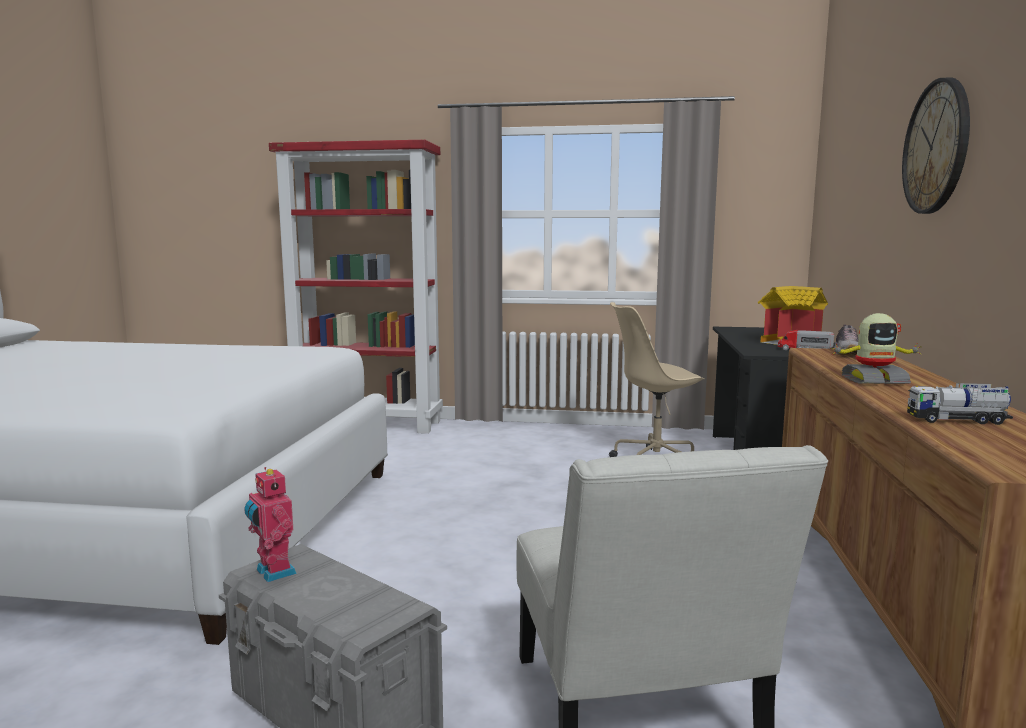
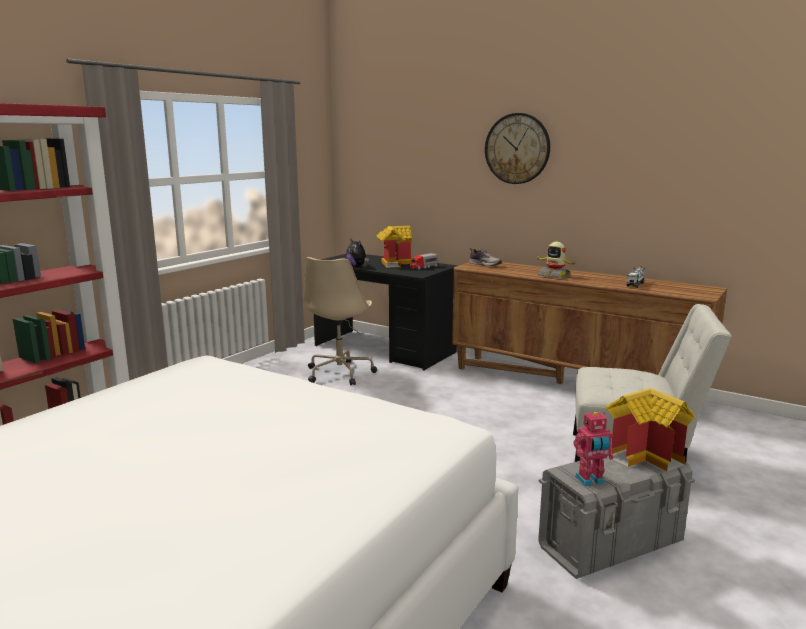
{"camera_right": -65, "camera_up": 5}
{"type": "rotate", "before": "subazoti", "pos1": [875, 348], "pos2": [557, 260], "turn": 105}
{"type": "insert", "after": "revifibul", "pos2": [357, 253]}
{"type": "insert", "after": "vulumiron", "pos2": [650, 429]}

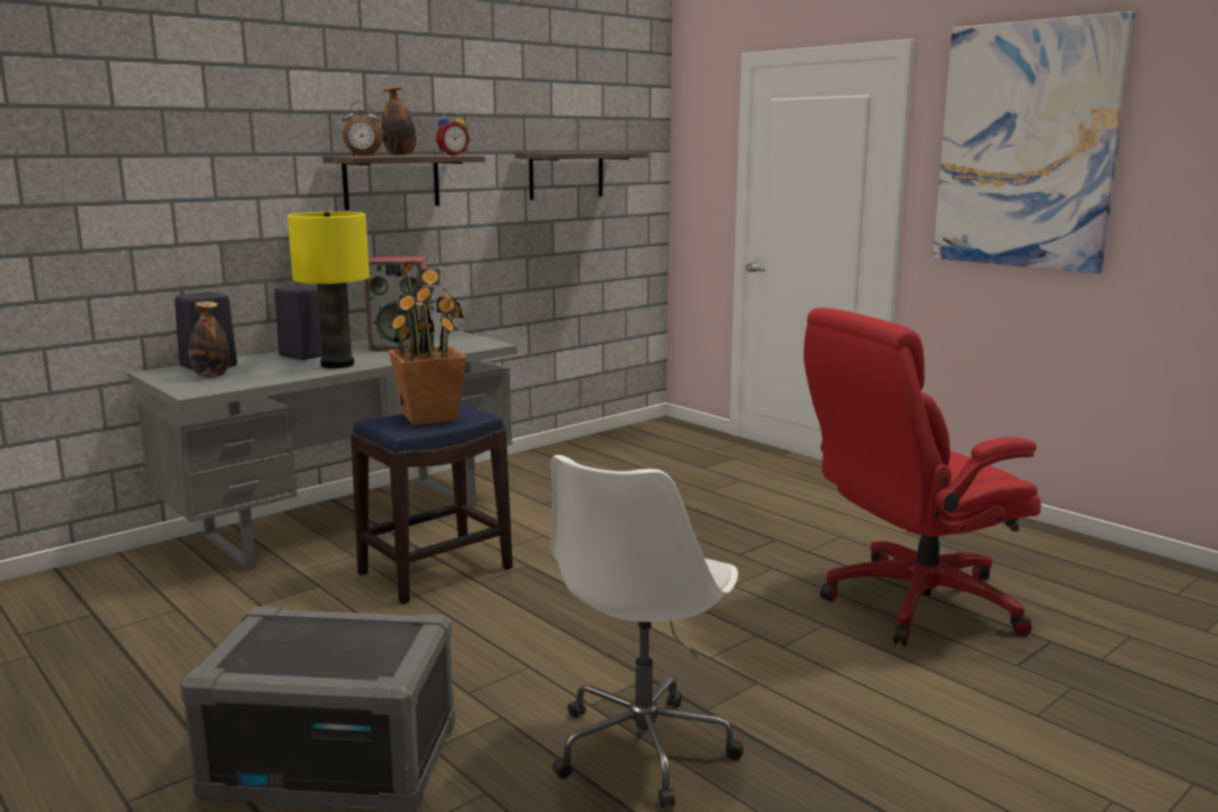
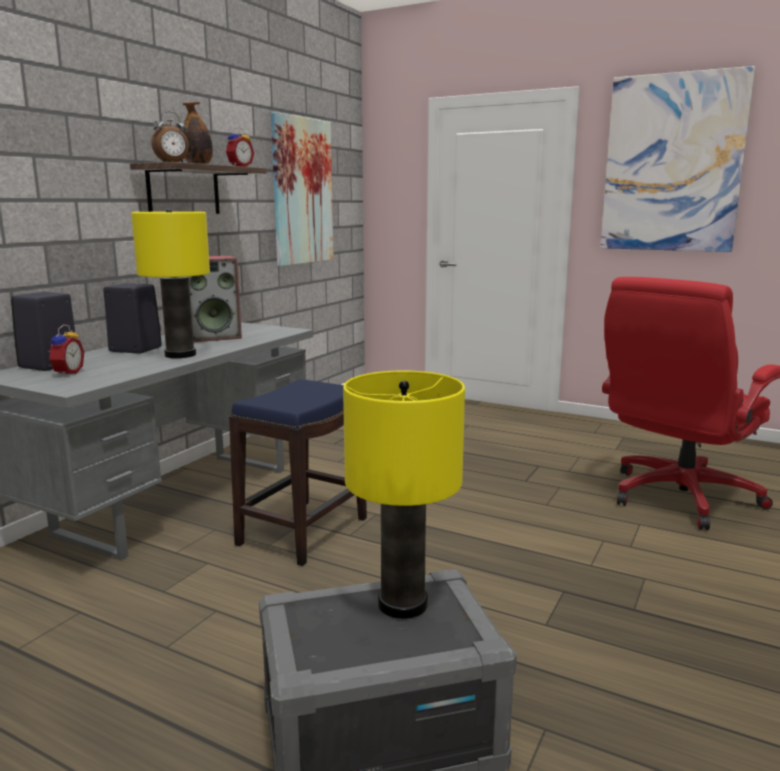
{"camera_right": -20, "camera_up": 0}
{"type": "replace", "before": "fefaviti", "after": "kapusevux", "pos1": [209, 339], "pos2": [65, 350]}
{"type": "delete", "before": "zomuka", "pos1": [427, 343]}
{"type": "replace", "before": "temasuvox", "after": "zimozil", "pos1": [581, 176], "pos2": [302, 189]}
{"type": "delete", "before": "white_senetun", "pos1": [647, 631]}
{"type": "insert", "after": "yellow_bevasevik", "pos2": [404, 494]}

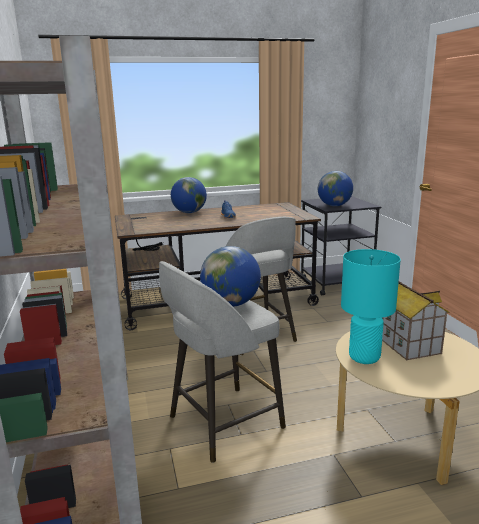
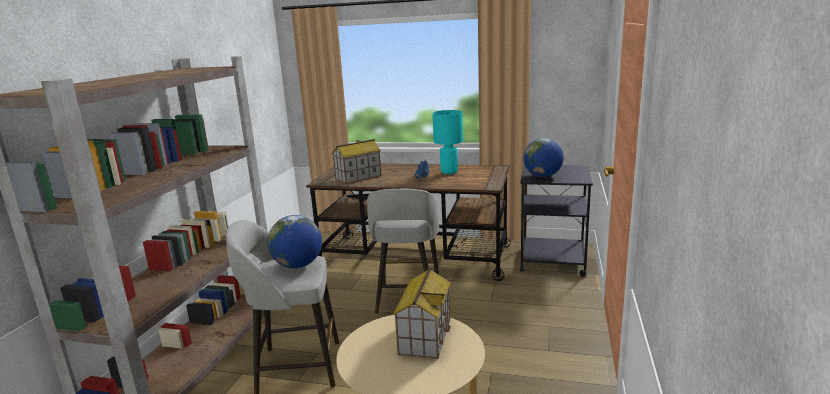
{"camera_right": 30, "camera_up": 0}
{"type": "delete", "before": "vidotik", "pos1": [189, 195]}
{"type": "move", "before": "turquoise_bevasevik", "pos1": [371, 306], "pos2": [447, 142]}
{"type": "insert", "after": "vulumiron", "pos2": [356, 161]}

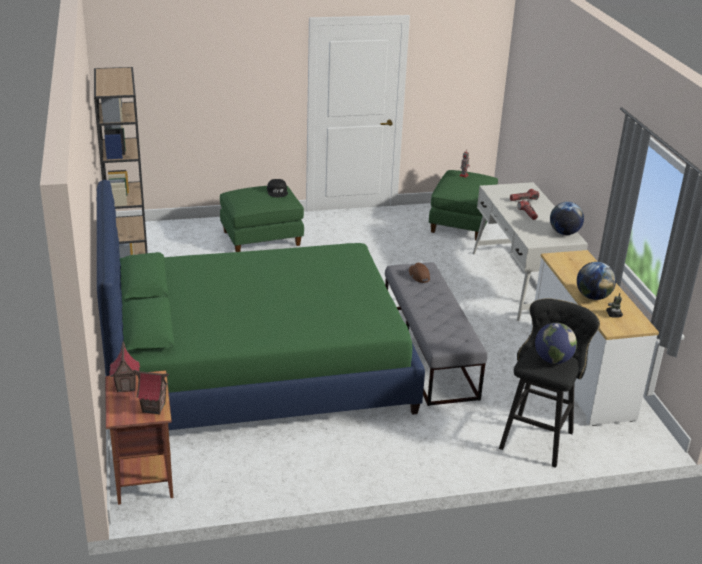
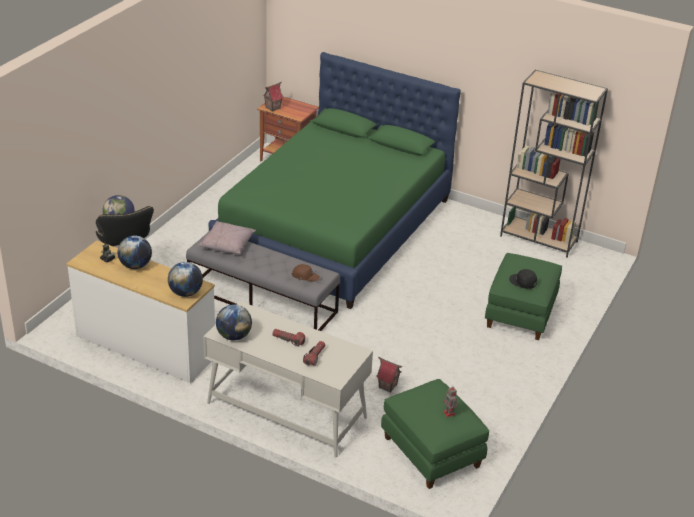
{"camera_right": 130, "camera_up": 5}
{"type": "move", "before": "vulumiron", "pos1": [124, 366], "pos2": [389, 375]}
{"type": "insert", "after": "vidotik", "pos2": [185, 279]}
{"type": "insert", "after": "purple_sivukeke", "pos2": [227, 237]}

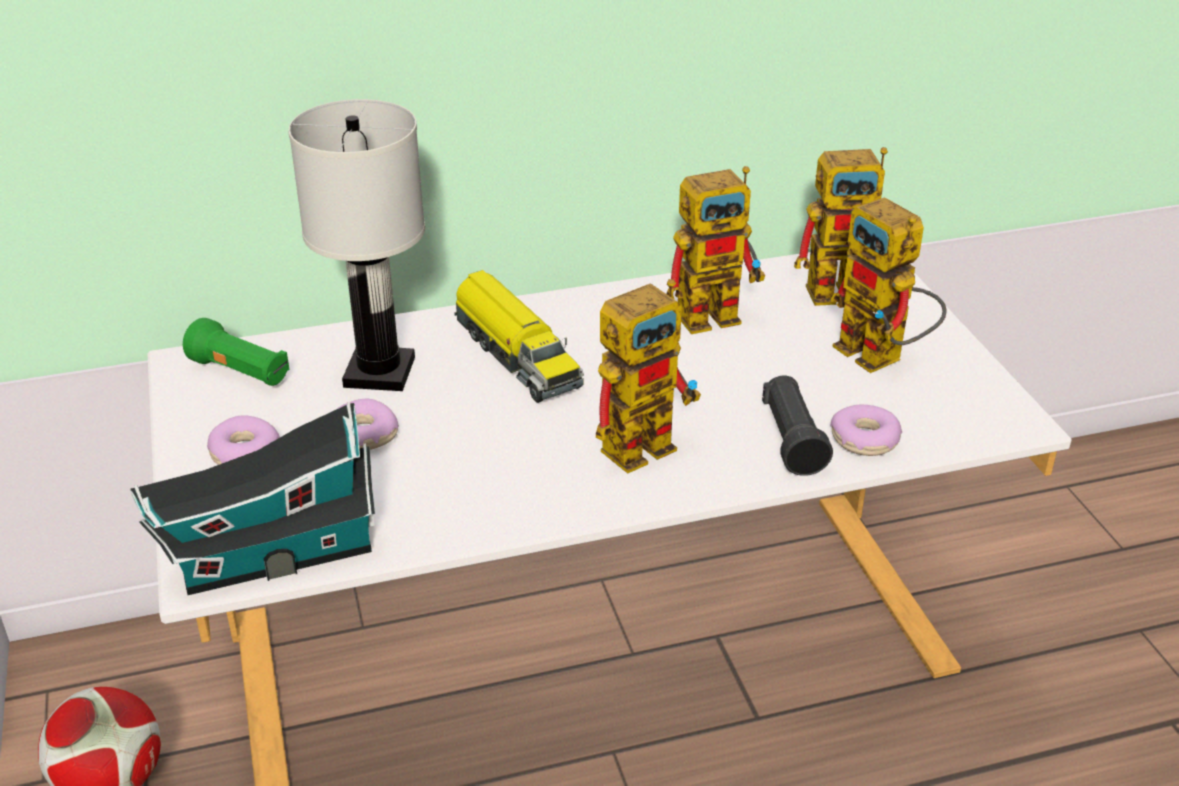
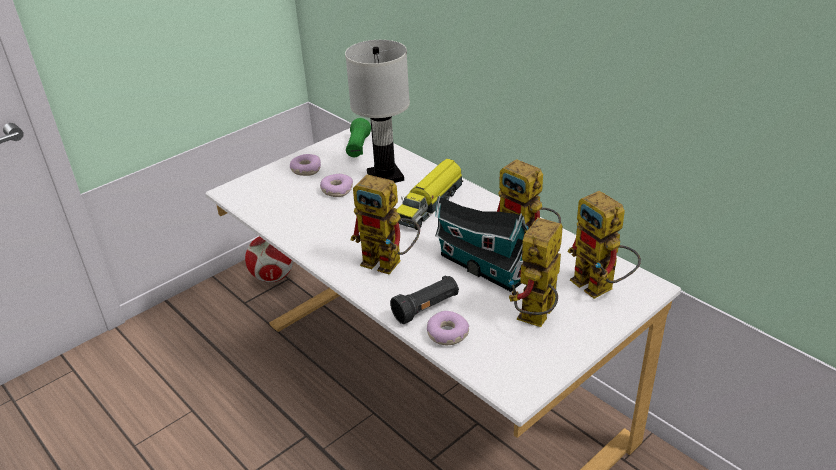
{"camera_right": 65, "camera_up": 0}
{"type": "move", "before": "vulumiron", "pos1": [252, 498], "pos2": [481, 244]}

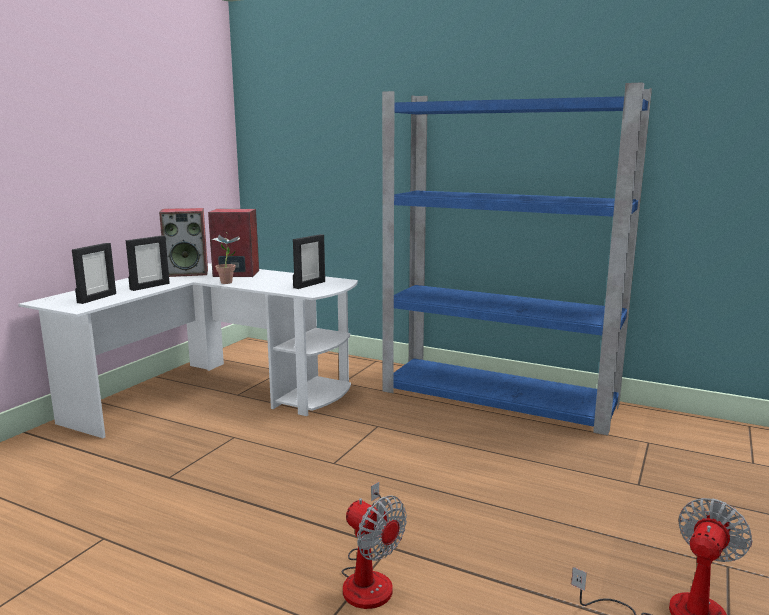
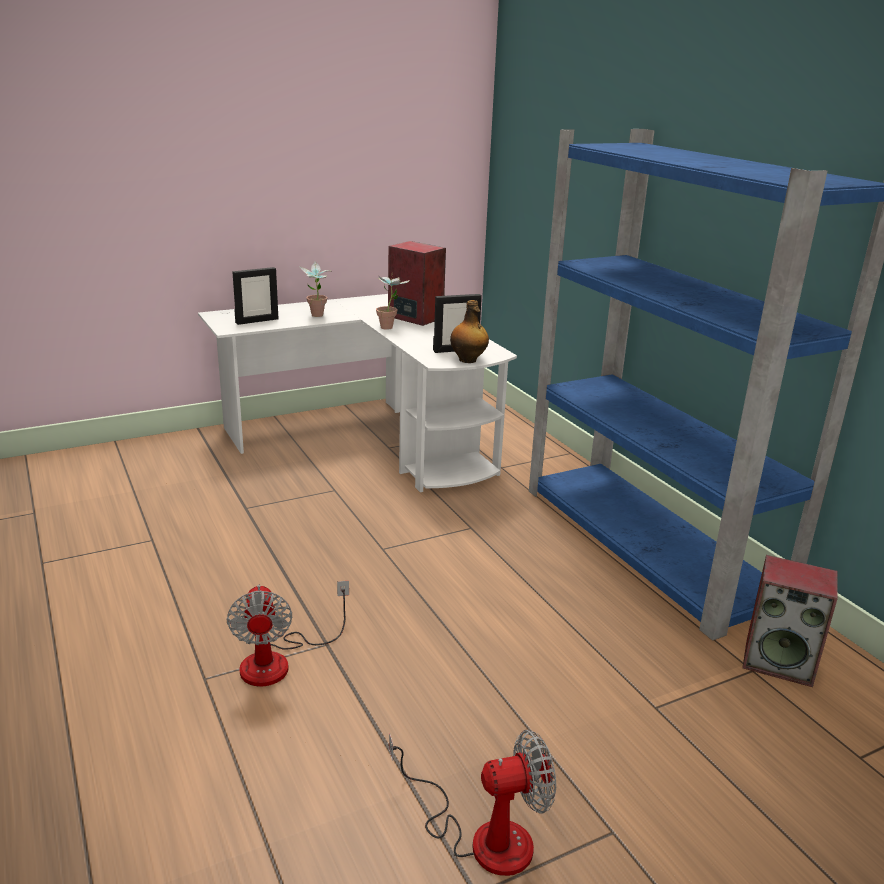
{"camera_right": 35, "camera_up": 10}
{"type": "replace", "before": "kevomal", "after": "zomuka", "pos1": [148, 263], "pos2": [316, 289]}
{"type": "move", "before": "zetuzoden", "pos1": [183, 242], "pos2": [790, 621]}
{"type": "insert", "after": "fefaviti", "pos2": [469, 331]}

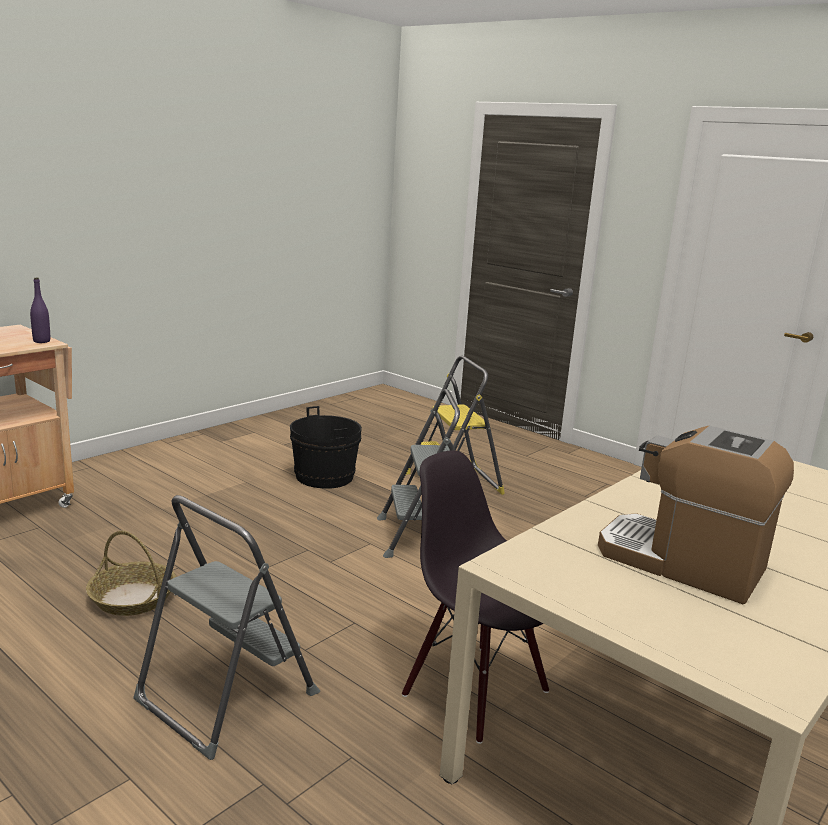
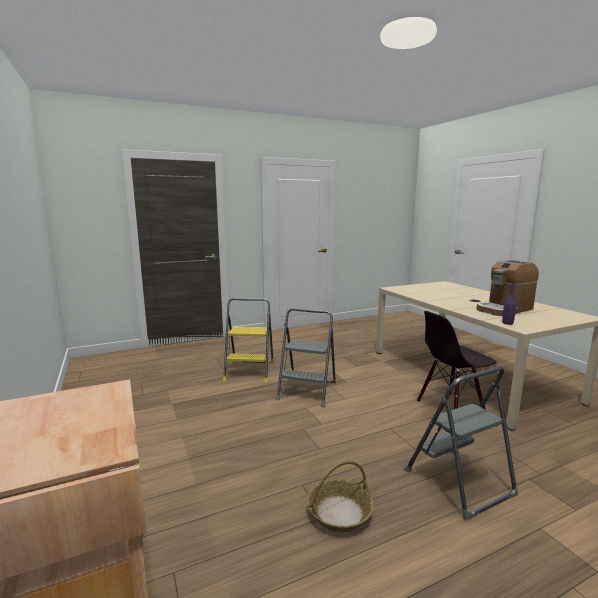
{"camera_right": -65, "camera_up": -5}
{"type": "move", "before": "purple_fefaviti", "pos1": [40, 310], "pos2": [509, 304]}
{"type": "delete", "before": "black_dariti", "pos1": [326, 447]}

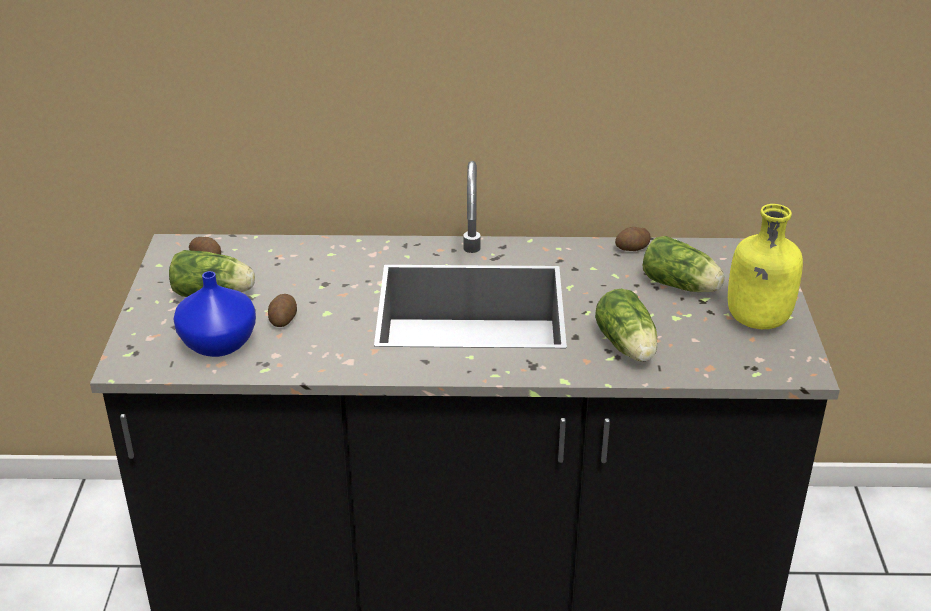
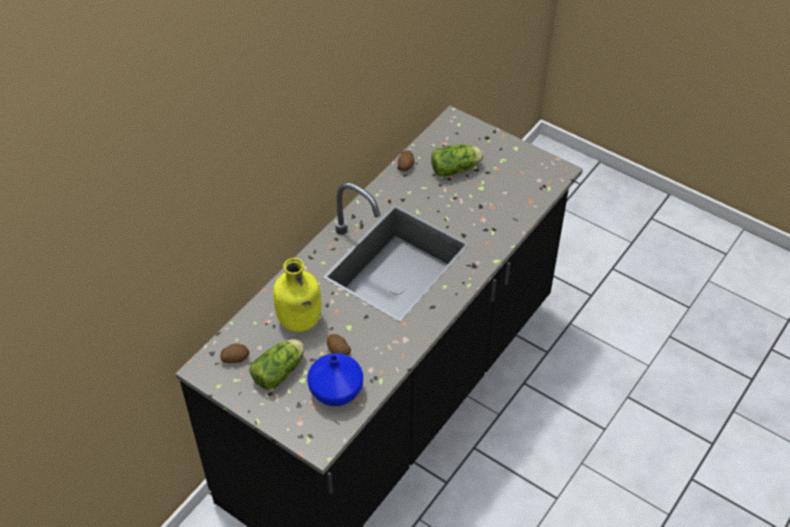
{"camera_right": -55, "camera_up": 15}
{"type": "delete", "before": "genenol", "pos1": [626, 325]}
{"type": "move", "before": "yellow_fefaviti", "pos1": [765, 266], "pos2": [297, 295]}

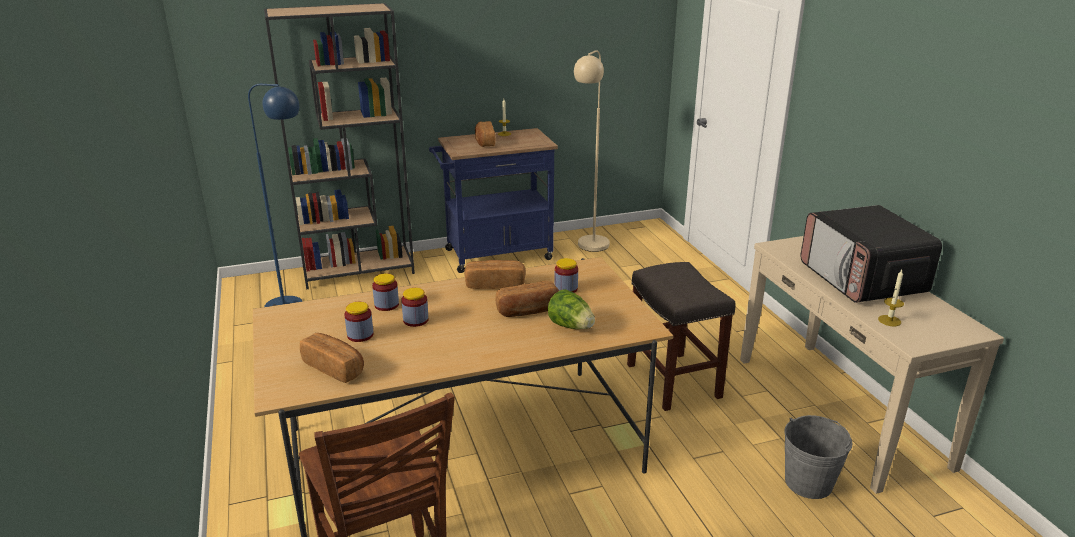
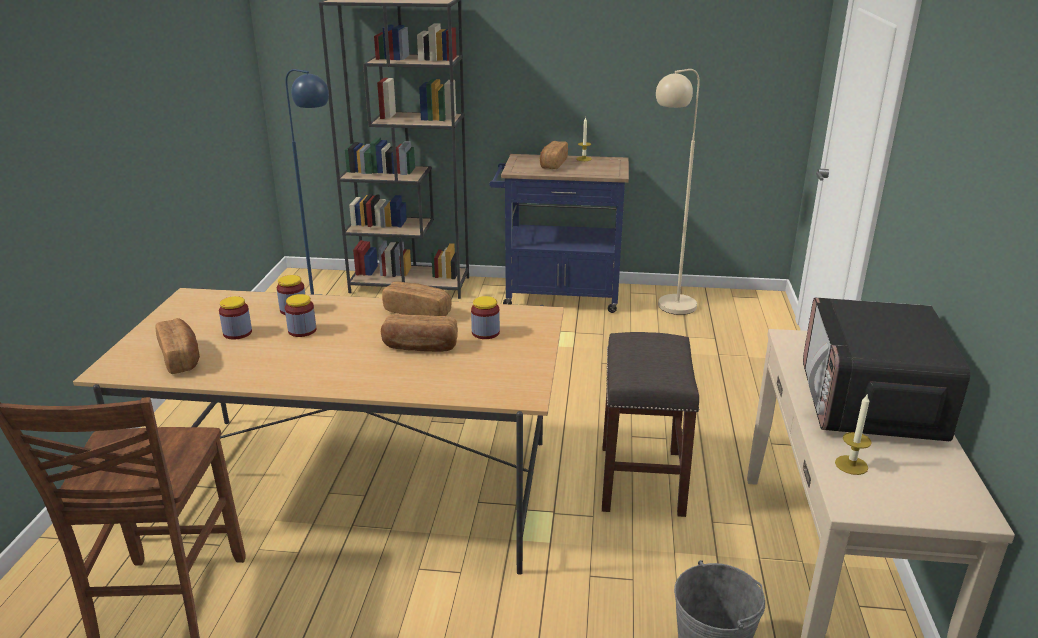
{"camera_right": 25, "camera_up": 0}
{"type": "delete", "before": "genenol", "pos1": [571, 309]}

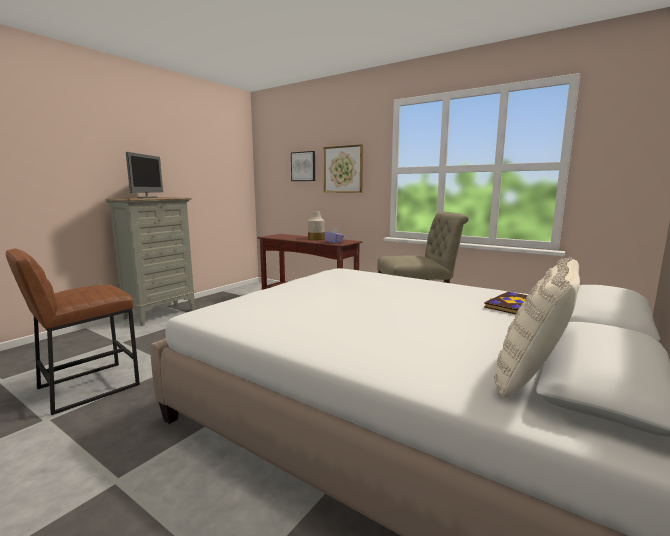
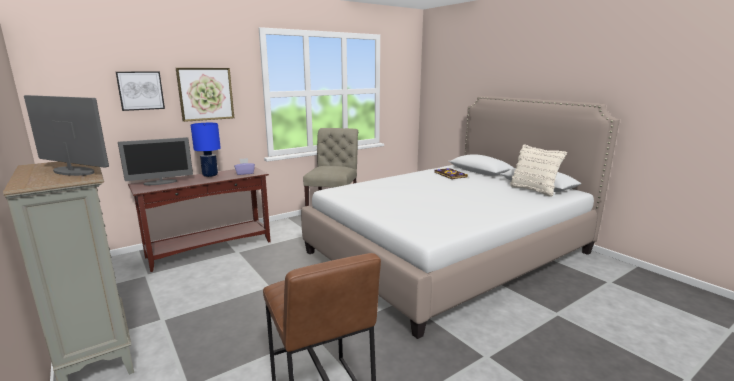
{"camera_right": -70, "camera_up": 5}
{"type": "replace", "before": "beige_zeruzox", "after": "blue_bevasevik", "pos1": [316, 225], "pos2": [206, 150]}
{"type": "insert", "after": "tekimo", "pos2": [155, 161]}

